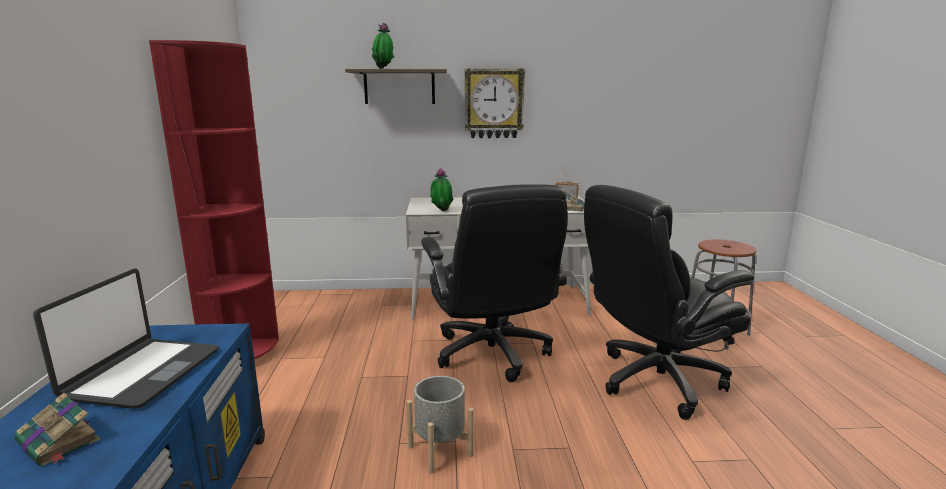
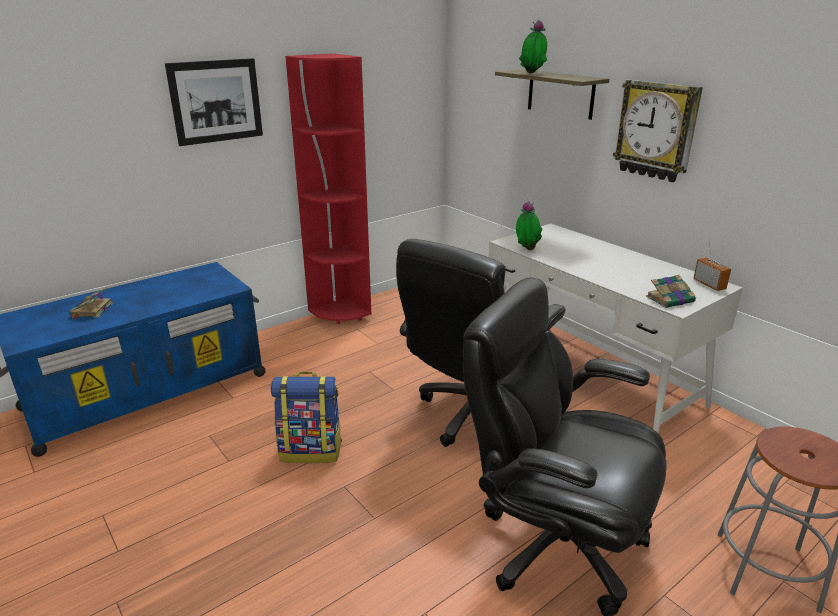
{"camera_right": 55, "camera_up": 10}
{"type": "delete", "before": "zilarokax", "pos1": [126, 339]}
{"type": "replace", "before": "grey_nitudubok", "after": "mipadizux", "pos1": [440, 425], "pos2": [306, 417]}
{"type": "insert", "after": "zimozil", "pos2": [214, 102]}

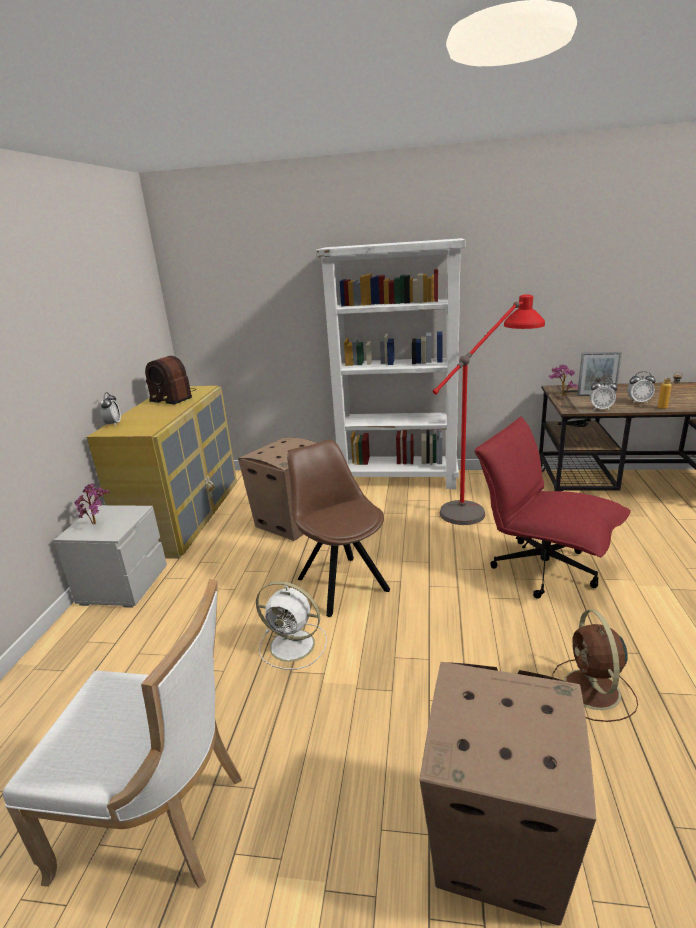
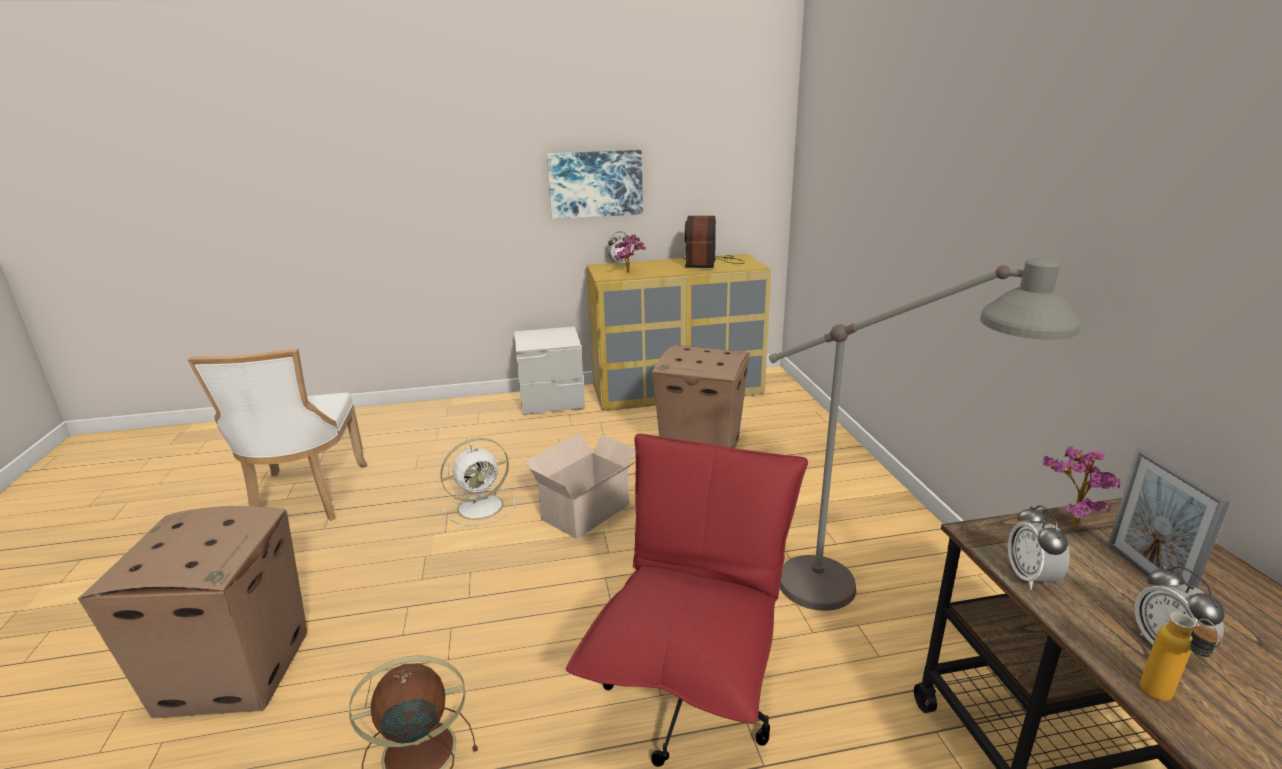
{"camera_right": 70, "camera_up": 0}
{"type": "move", "before": "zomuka", "pos1": [92, 503], "pos2": [630, 253]}
{"type": "rotate", "before": "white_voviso", "pos1": [291, 625], "pos2": [477, 482], "turn": -120}
{"type": "replace", "before": "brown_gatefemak", "after": "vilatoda", "pos1": [338, 528], "pos2": [580, 486]}
{"type": "delete", "before": "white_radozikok", "pos1": [390, 363]}
{"type": "recolor", "before": "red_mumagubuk", "after": "grey_mumagubuk", "pos1": [489, 409], "pos2": [925, 434]}
{"type": "insert", "after": "zimozil", "pos2": [595, 184]}

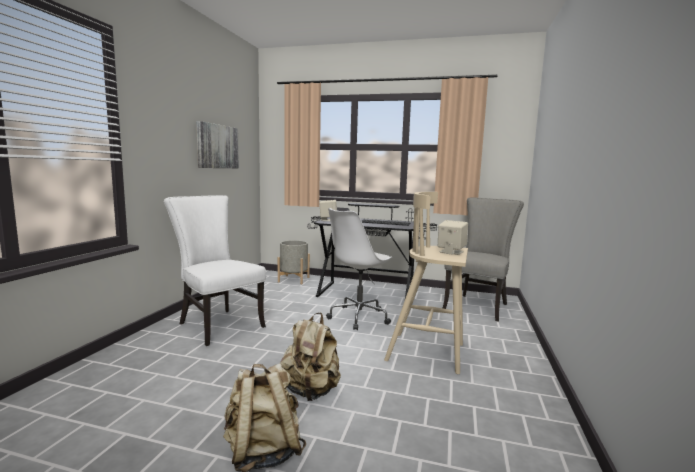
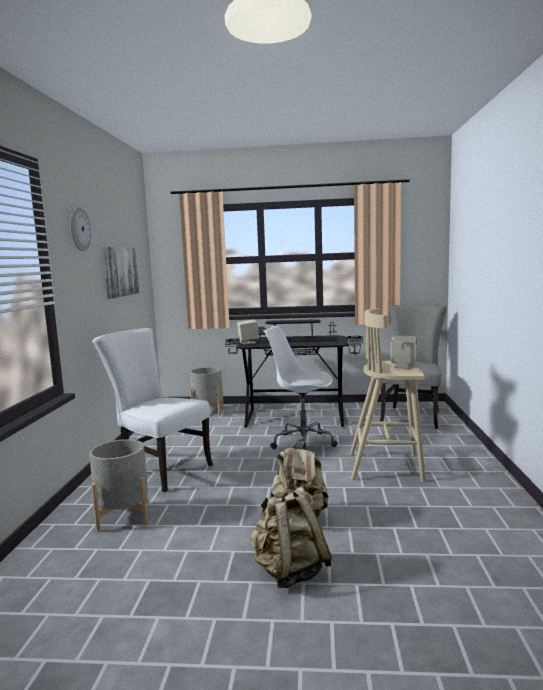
{"camera_right": -10, "camera_up": 0}
{"type": "rotate", "before": "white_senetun", "pos1": [359, 269], "pos2": [301, 387], "turn": 75}
{"type": "insert", "after": "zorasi", "pos2": [80, 229]}
{"type": "insert", "after": "grey_nitudubok", "pos2": [118, 485]}

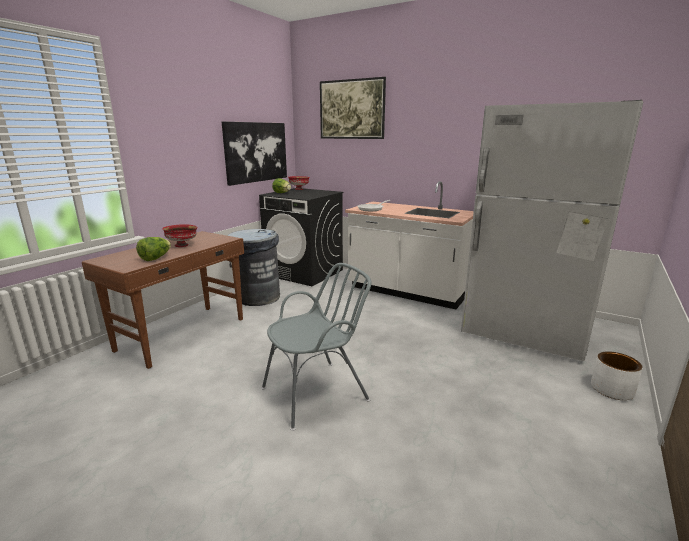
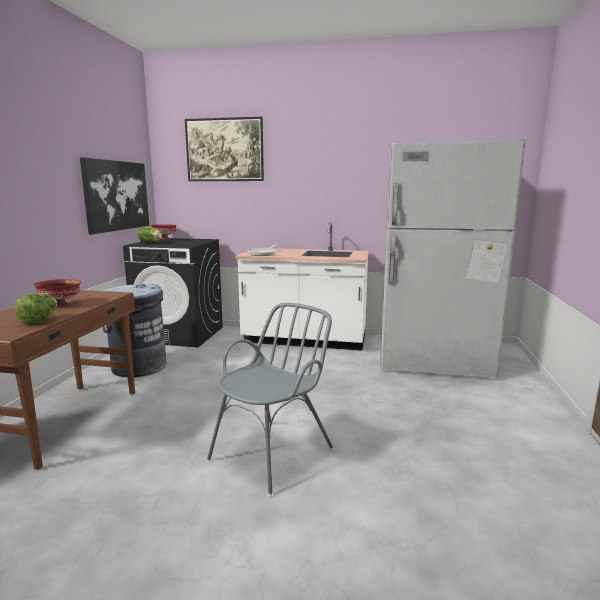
{"camera_right": -20, "camera_up": -5}
{"type": "delete", "before": "white_nitudubok", "pos1": [617, 375]}

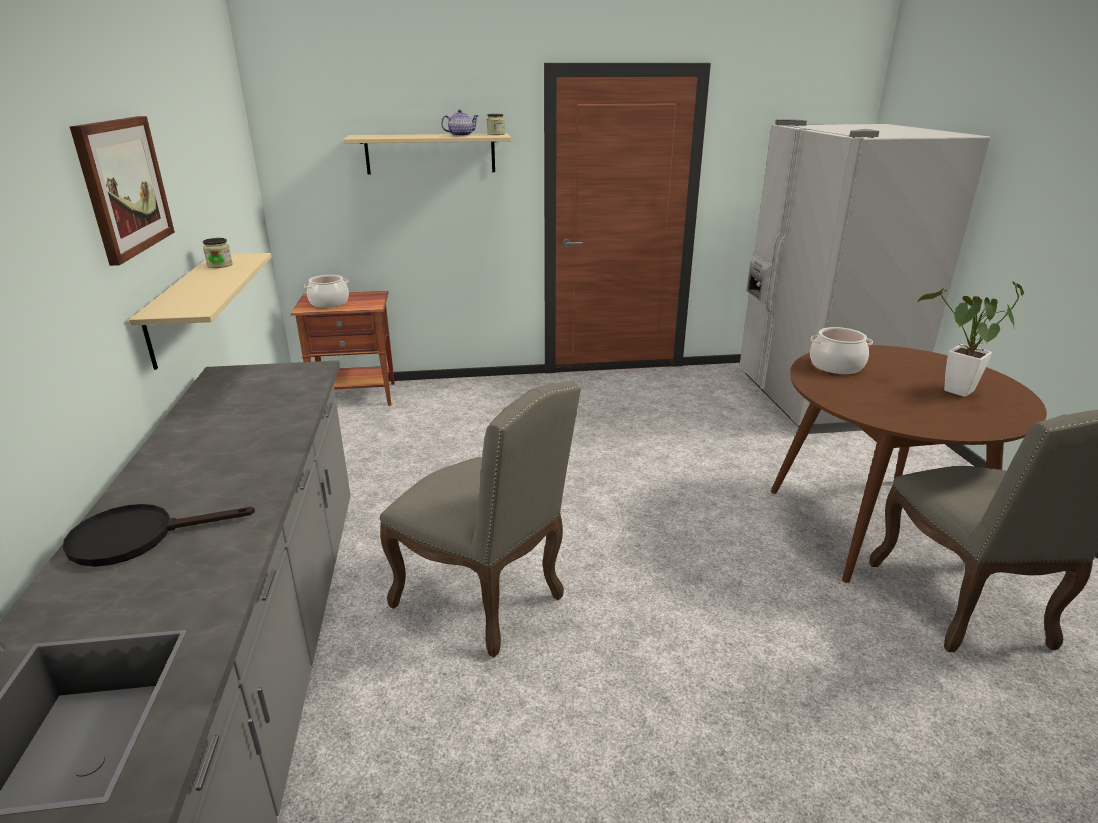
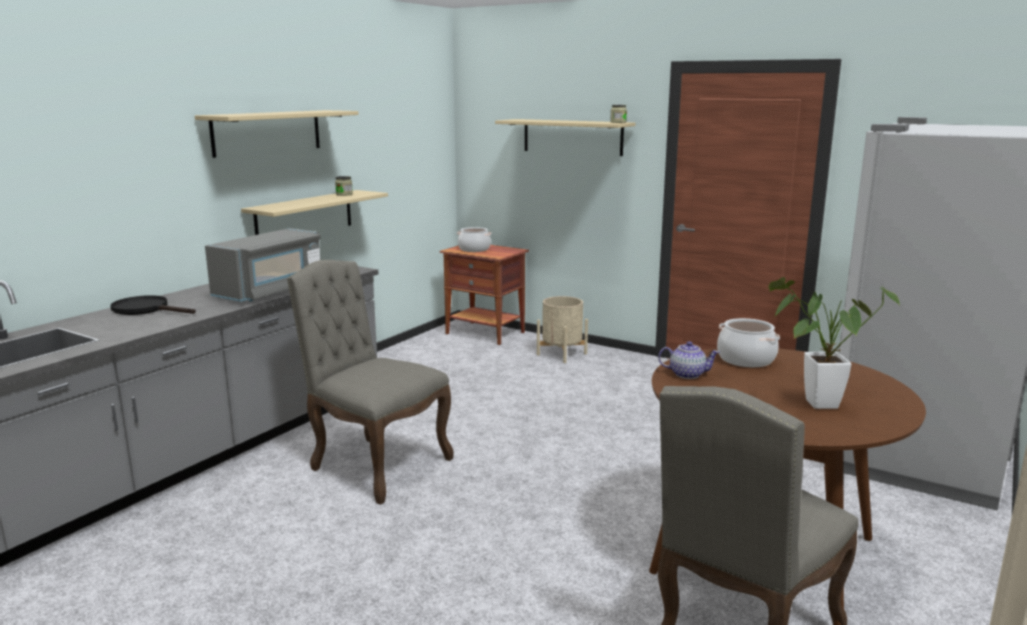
{"camera_right": 40, "camera_up": -10}
{"type": "replace", "before": "zimozil", "after": "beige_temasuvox", "pos1": [122, 191], "pos2": [277, 134]}
{"type": "rotate", "before": "grey_gatefemak", "pos1": [480, 520], "pos2": [370, 382], "turn": 135}
{"type": "move", "before": "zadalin", "pos1": [460, 123], "pos2": [689, 360]}
{"type": "insert", "after": "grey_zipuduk", "pos2": [263, 265]}
{"type": "insert", "after": "beige_nitudubok", "pos2": [562, 329]}

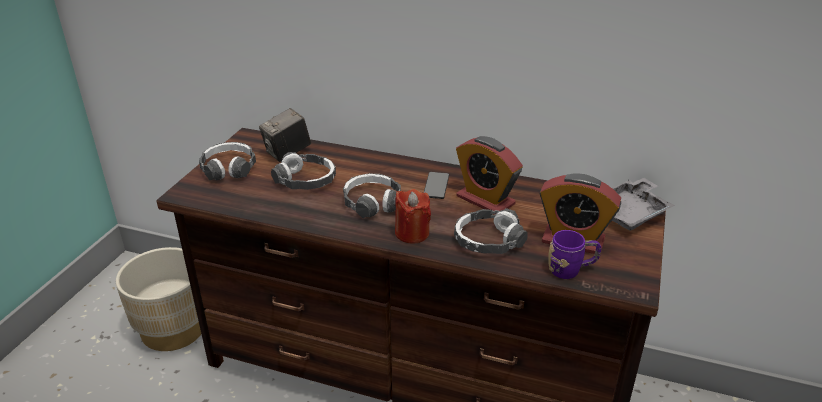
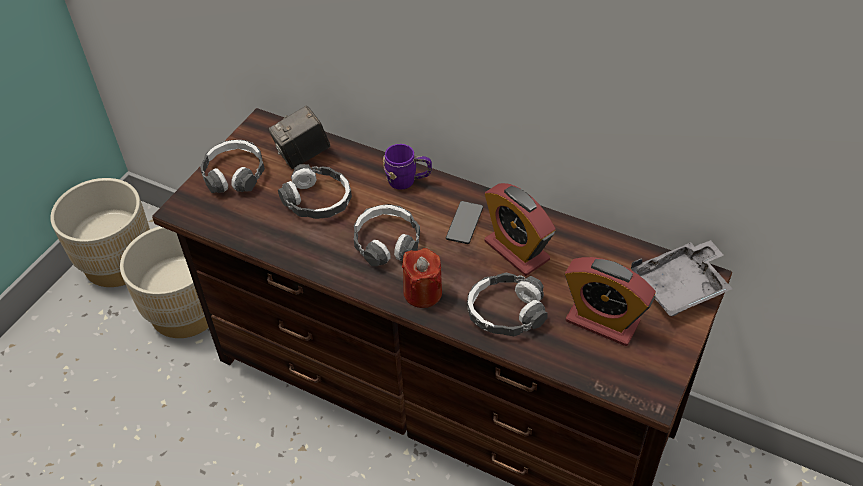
{"camera_right": 10, "camera_up": 15}
{"type": "move", "before": "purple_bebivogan", "pos1": [574, 254], "pos2": [407, 167]}
{"type": "insert", "after": "beige_nitudubok", "pos2": [100, 232]}

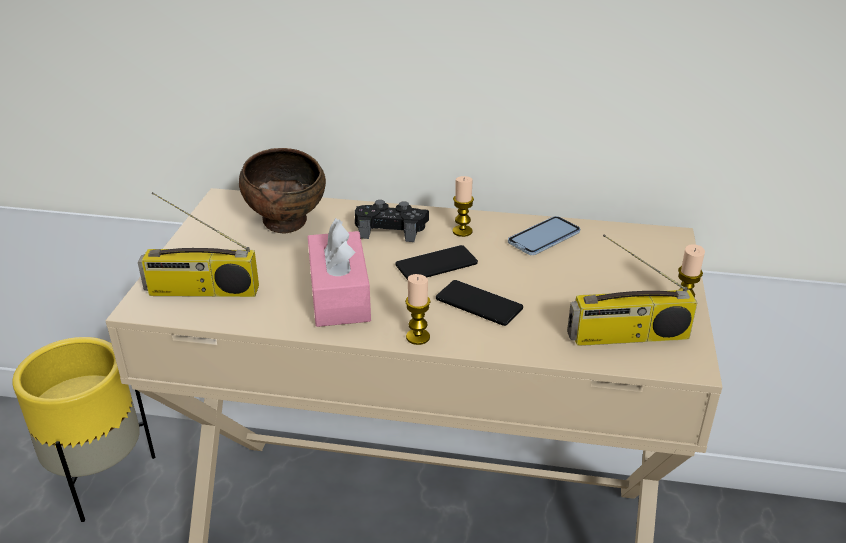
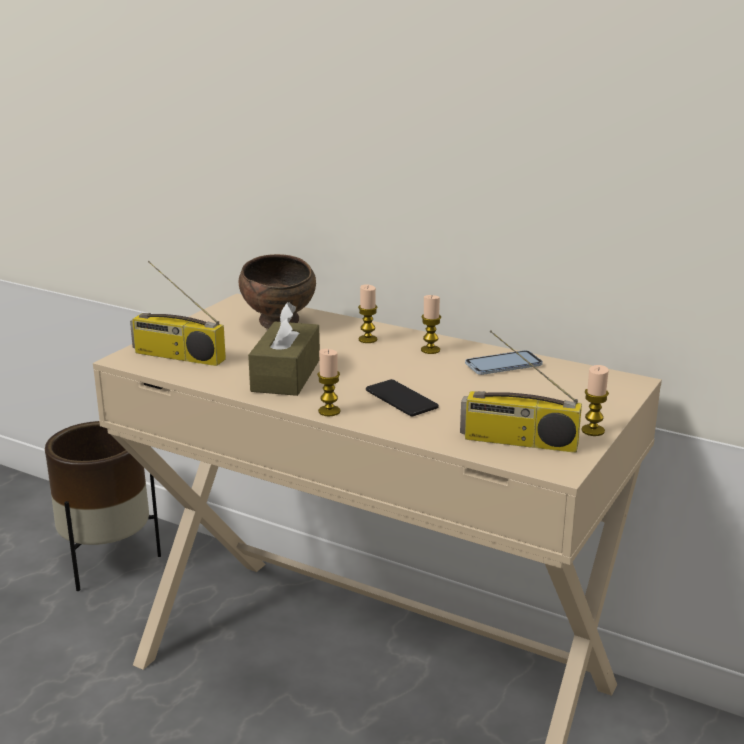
{"camera_right": 20, "camera_up": -10}
{"type": "recolor", "before": "yellow_nitudubok", "after": "brown_nitudubok", "pos1": [84, 429], "pos2": [103, 506]}
{"type": "recolor", "before": "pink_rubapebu", "after": "brown_rubapebu", "pos1": [339, 272], "pos2": [284, 349]}
{"type": "replace", "before": "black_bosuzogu", "after": "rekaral", "pos1": [392, 221], "pos2": [368, 313]}
{"type": "delete", "before": "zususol", "pos1": [436, 262]}

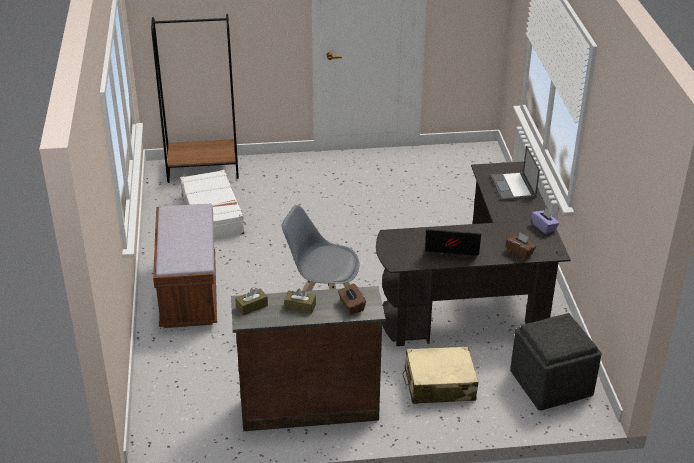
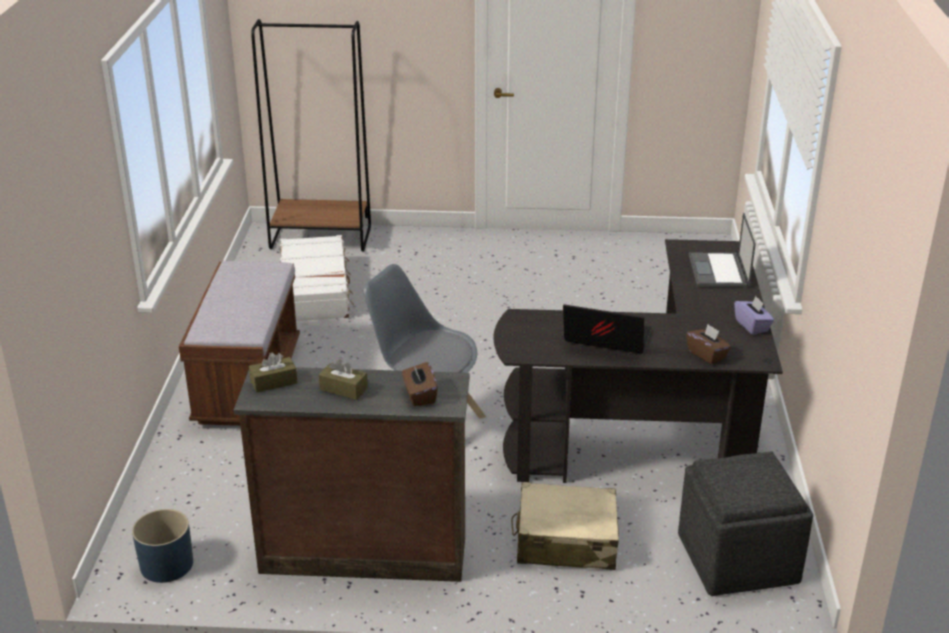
{"camera_right": 10, "camera_up": -5}
{"type": "insert", "after": "blue_nitudubok", "pos2": [162, 546]}

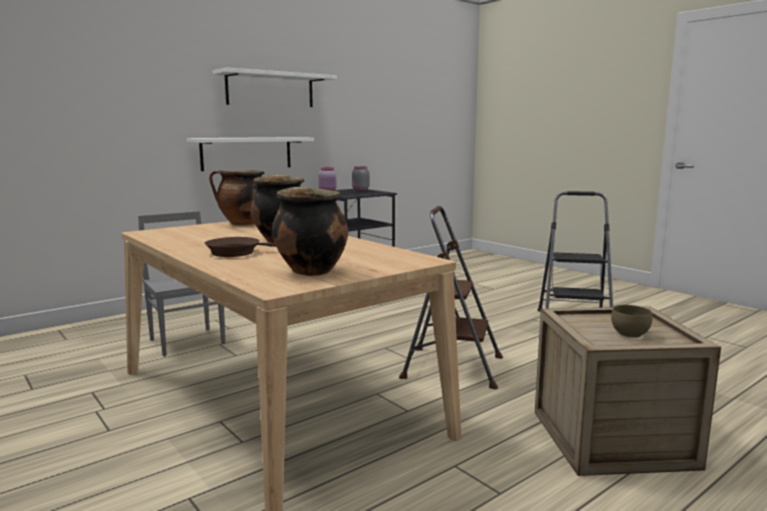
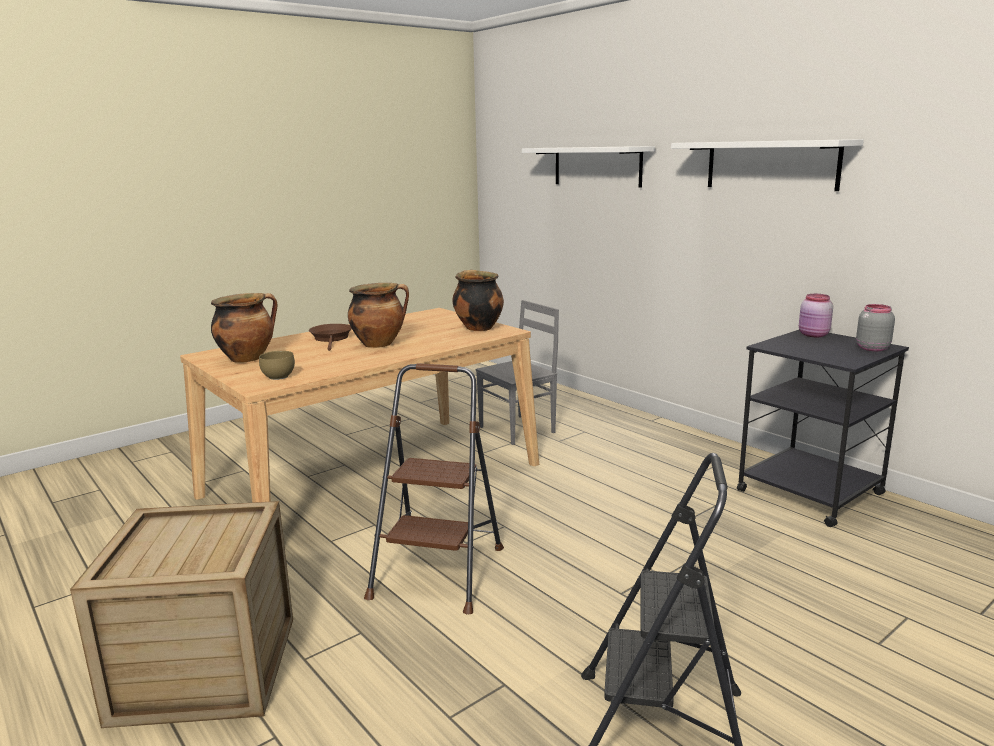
{"camera_right": 90, "camera_up": 5}
{"type": "move", "before": "white_temasuvox", "pos1": [250, 154], "pos2": [588, 167]}
{"type": "move", "before": "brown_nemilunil", "pos1": [631, 321], "pos2": [277, 365]}

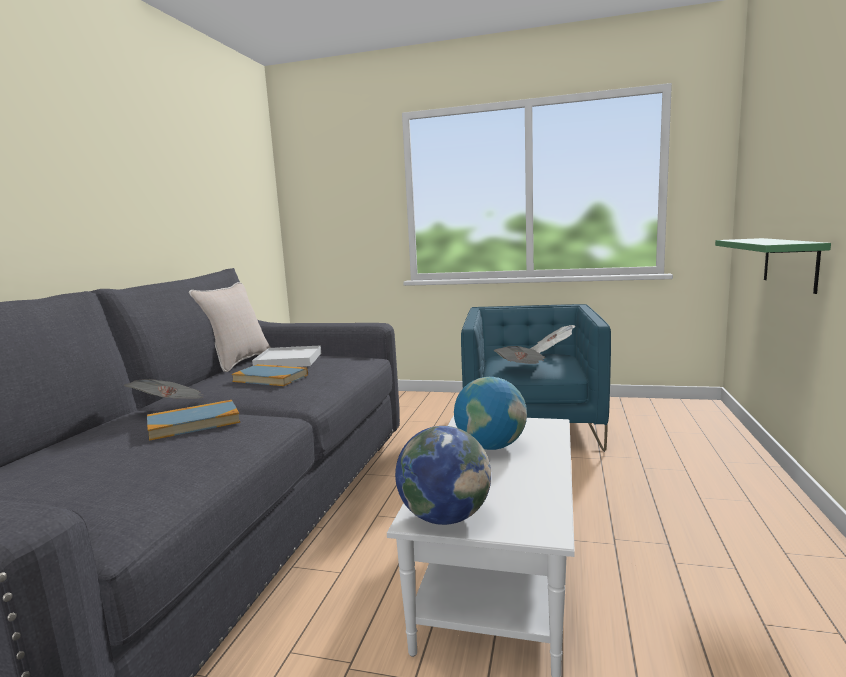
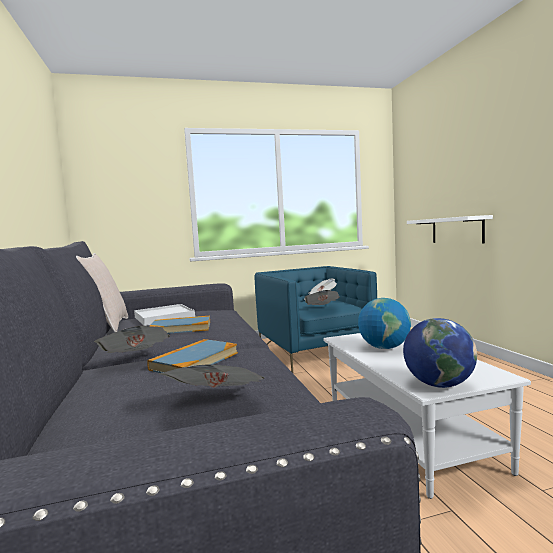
{"camera_right": -30, "camera_up": -5}
{"type": "recolor", "before": "green_temasuvox", "after": "white_temasuvox", "pos1": [773, 266], "pos2": [450, 229]}
{"type": "insert", "after": "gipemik", "pos2": [211, 376]}

